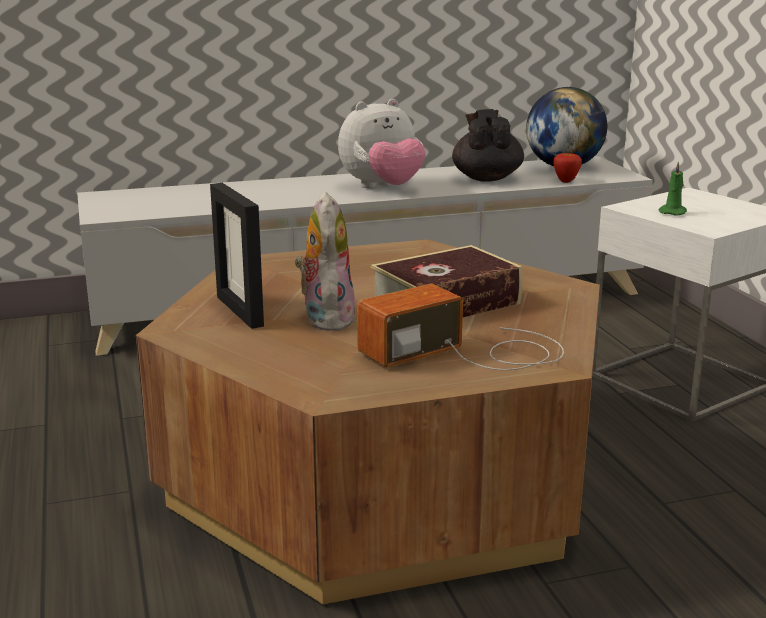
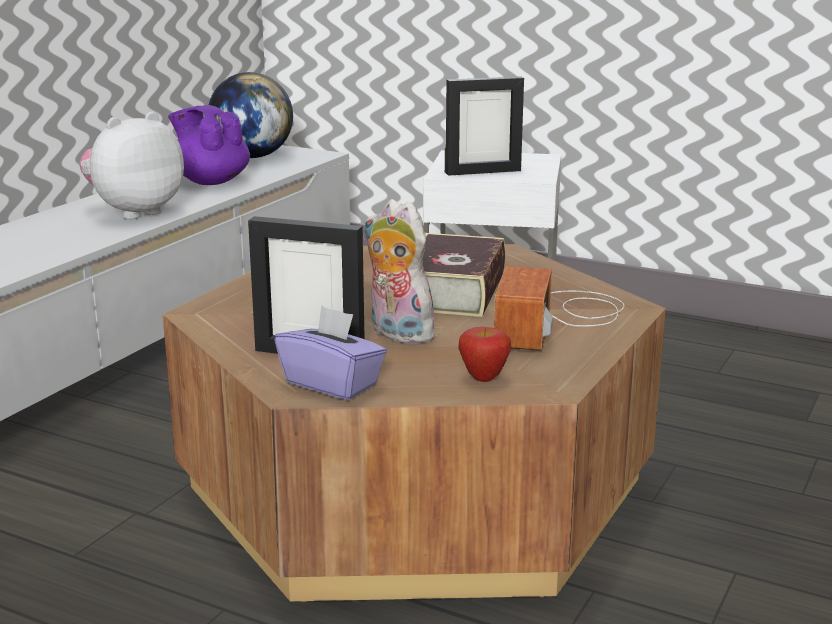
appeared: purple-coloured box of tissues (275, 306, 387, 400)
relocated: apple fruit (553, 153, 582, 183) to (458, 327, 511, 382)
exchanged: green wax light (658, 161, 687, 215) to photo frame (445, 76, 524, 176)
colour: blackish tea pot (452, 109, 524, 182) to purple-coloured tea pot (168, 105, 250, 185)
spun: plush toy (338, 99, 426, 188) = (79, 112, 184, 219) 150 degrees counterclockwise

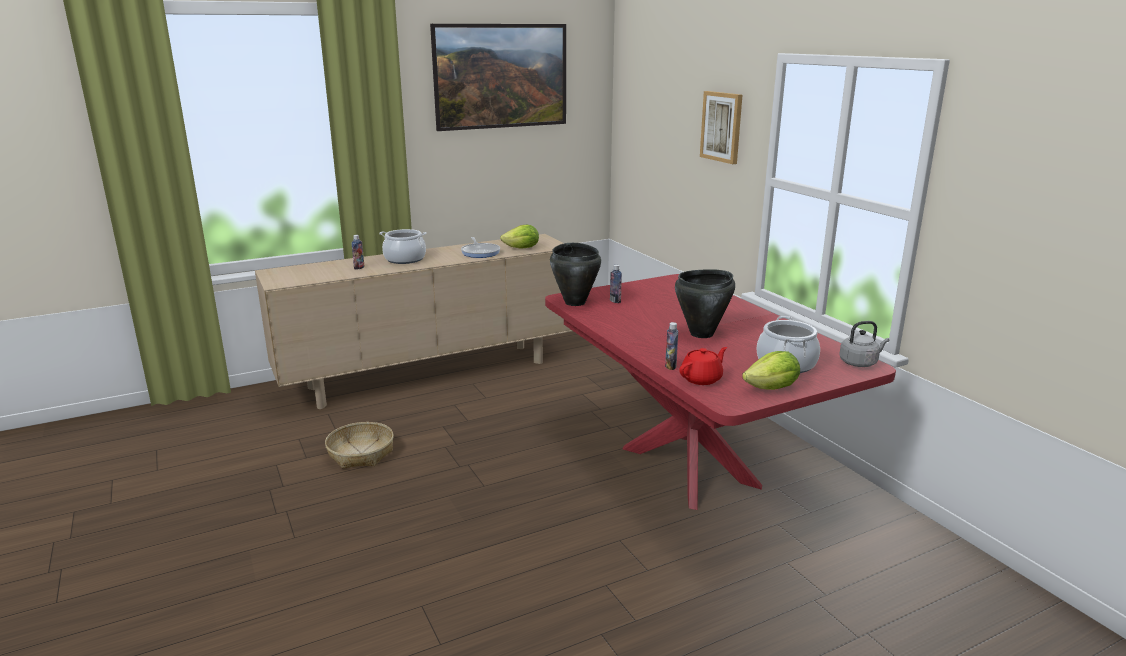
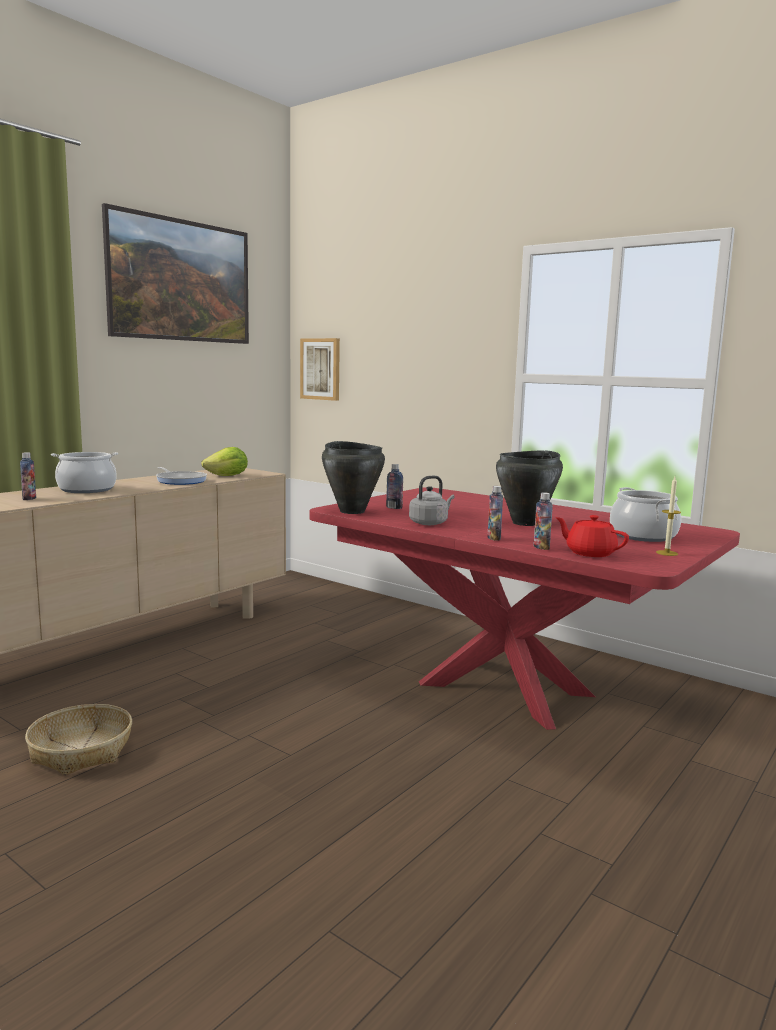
appeared: drink bottle (487, 486, 503, 540)
relocated: picture (700, 91, 742, 164) to (300, 338, 340, 401); greyish kettle (839, 321, 889, 367) to (409, 476, 455, 525)
exchanged: lettuce (742, 351, 800, 390) to wax light (656, 477, 681, 556)
spun: red-coloured tea pot (679, 347, 727, 385) = (555, 515, 629, 557) 75 degrees counterclockwise

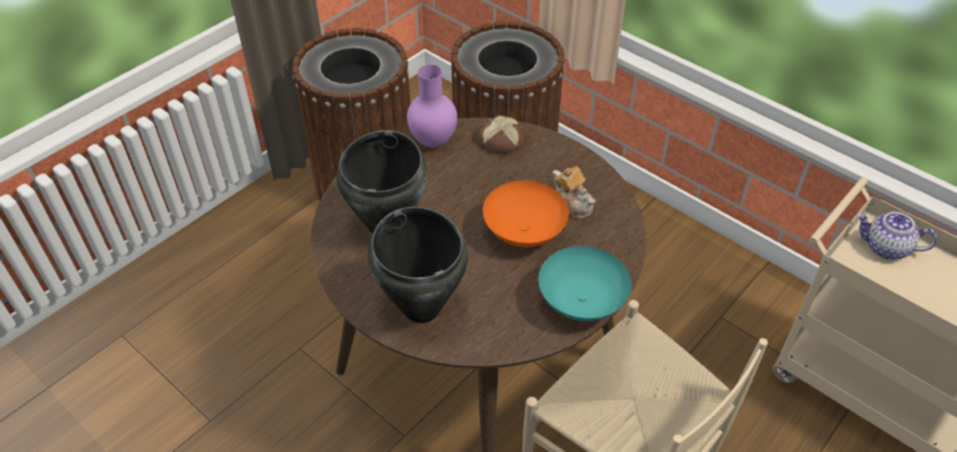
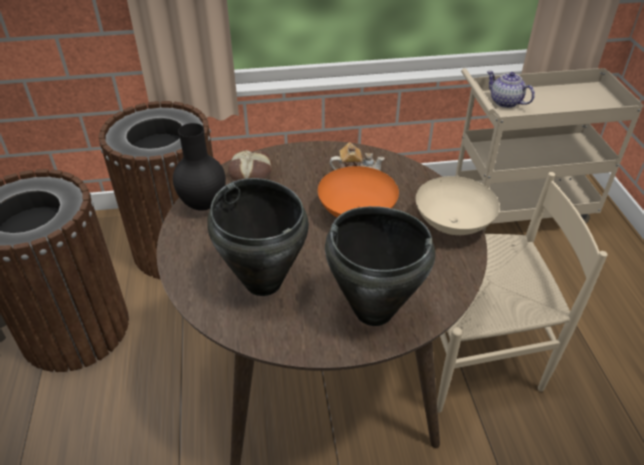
colour: purple-coloured decorative vase (407, 64, 457, 147) to blackish decorative vase (173, 123, 226, 211); blue-green deep dish (538, 246, 631, 321) to beige-coloured deep dish (416, 176, 500, 235)
spun: tea pot (856, 212, 937, 260) = (487, 71, 535, 108) 75 degrees clockwise

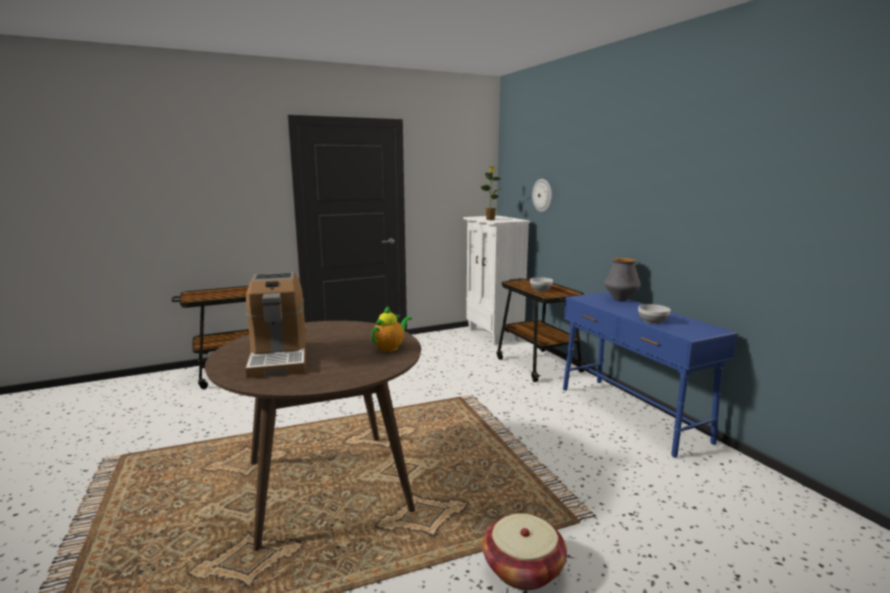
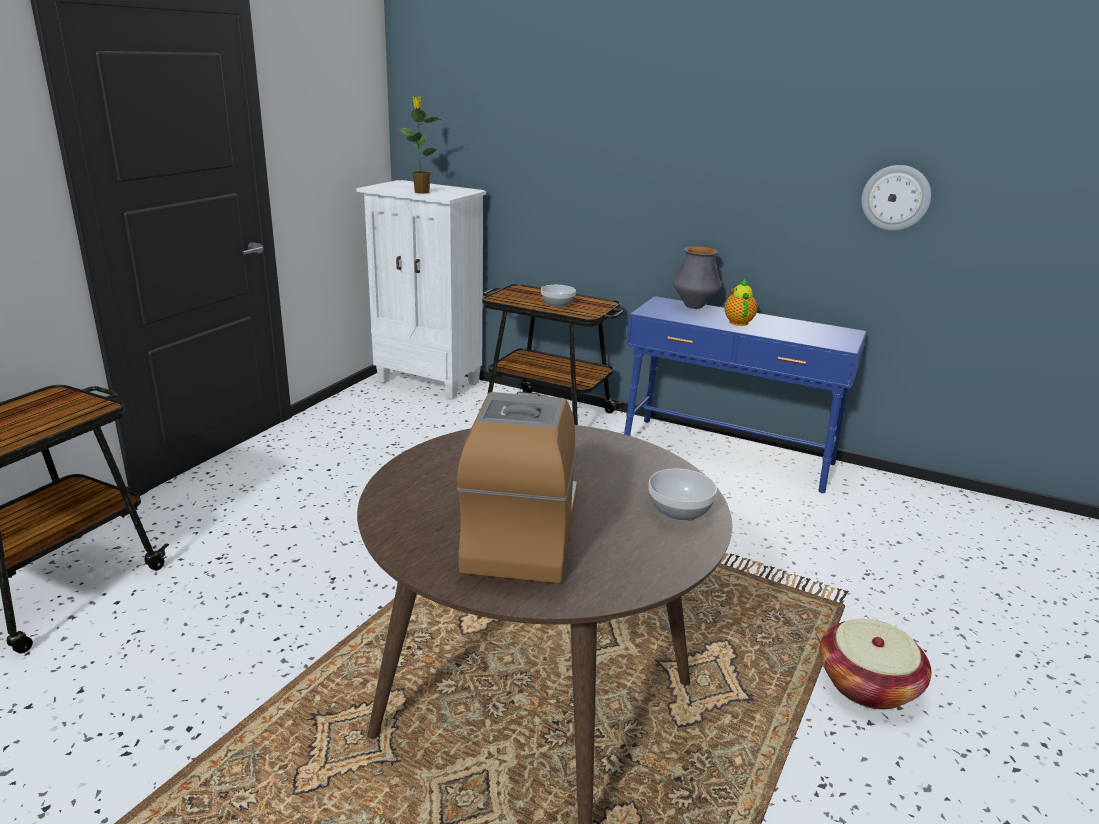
relocated: tea pot (371, 307, 412, 352) to (724, 278, 757, 326); clock on the wall (532, 179, 552, 212) to (861, 165, 931, 231); deep dish (638, 304, 671, 324) to (649, 469, 717, 522)
spun: coffee maker (245, 272, 306, 378) = (457, 392, 578, 584) 120 degrees counterclockwise

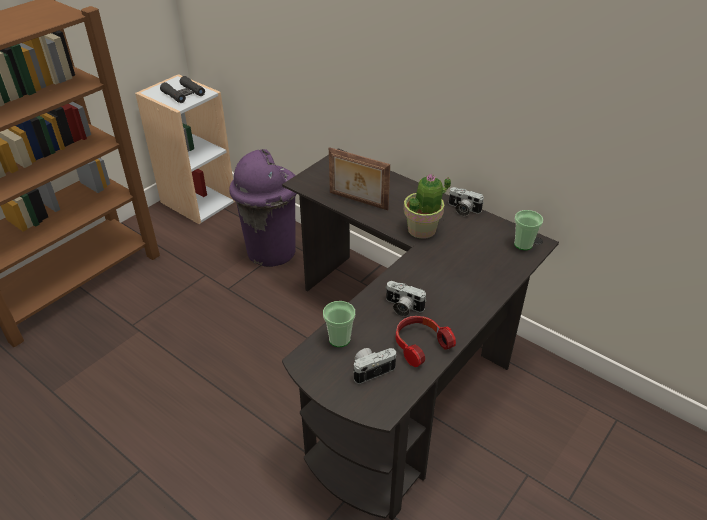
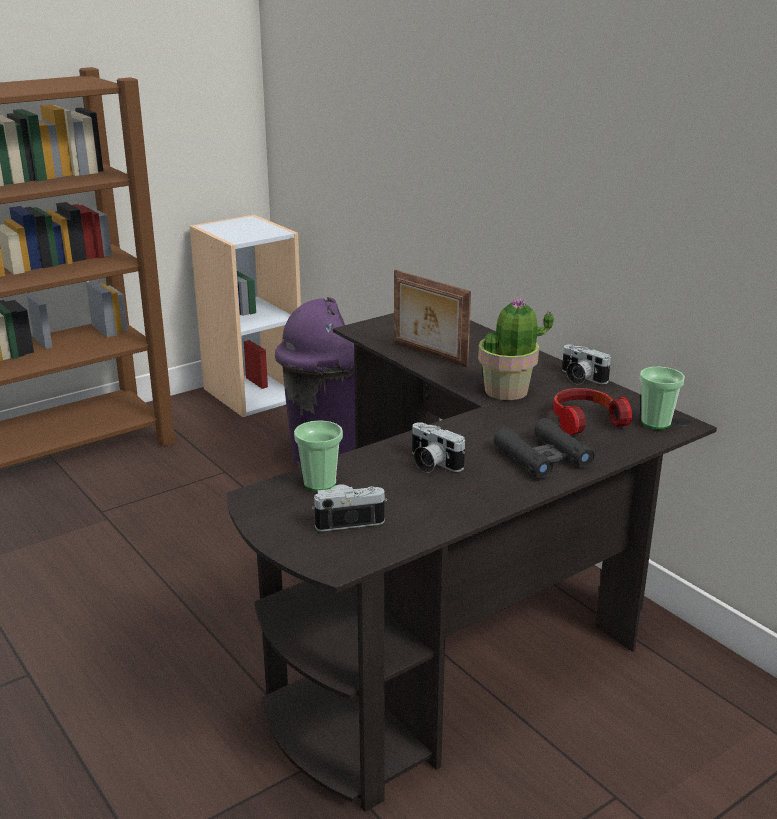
relocated: blackish binoculars (160, 76, 205, 103) to (494, 418, 595, 478); headset (396, 316, 456, 367) to (553, 388, 632, 435)

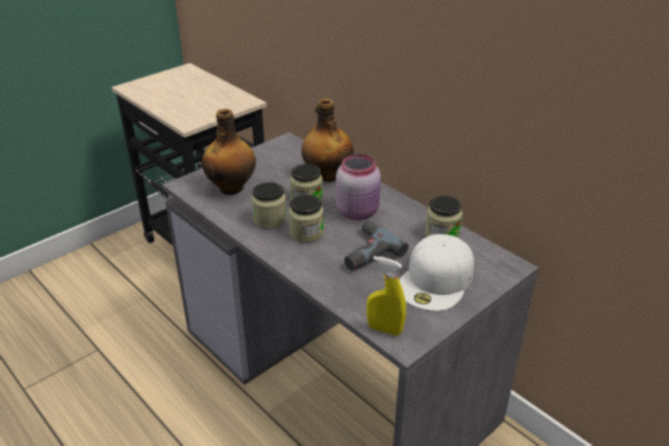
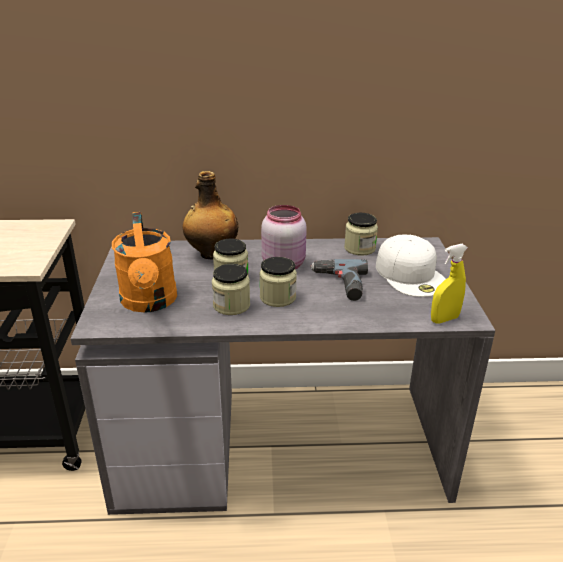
exchanged: drink bottle (202, 109, 256, 195) to orange sprinkling can (112, 212, 177, 313)

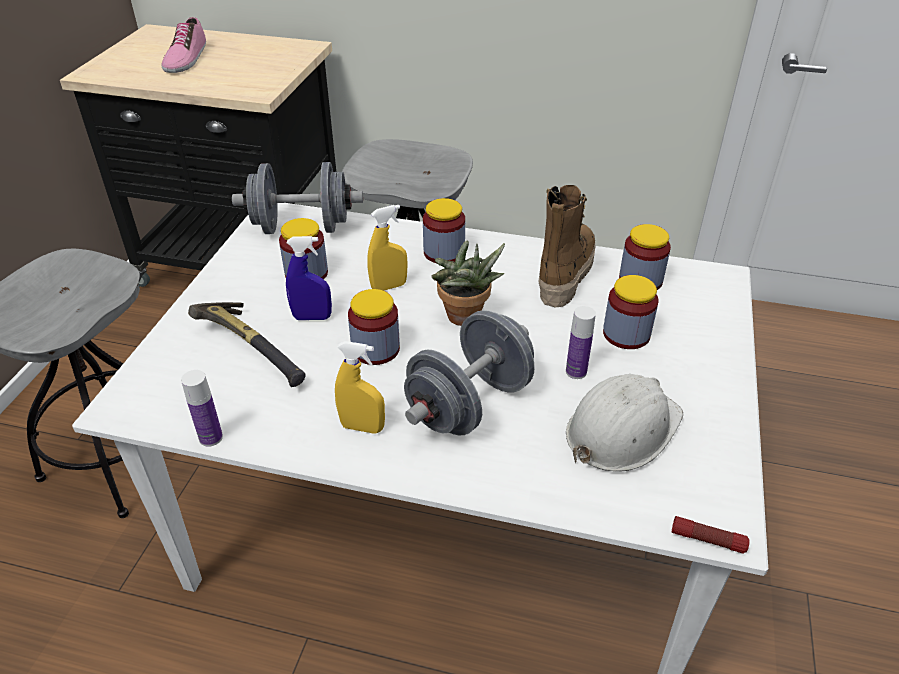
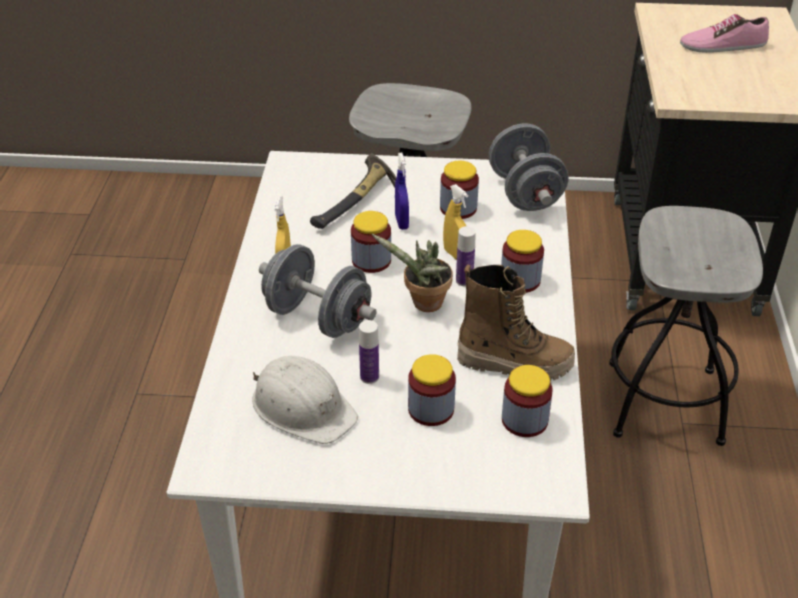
missing: hand torch (672, 516, 750, 554)
relocated: drink bottle (181, 370, 223, 447) to (456, 226, 476, 286)

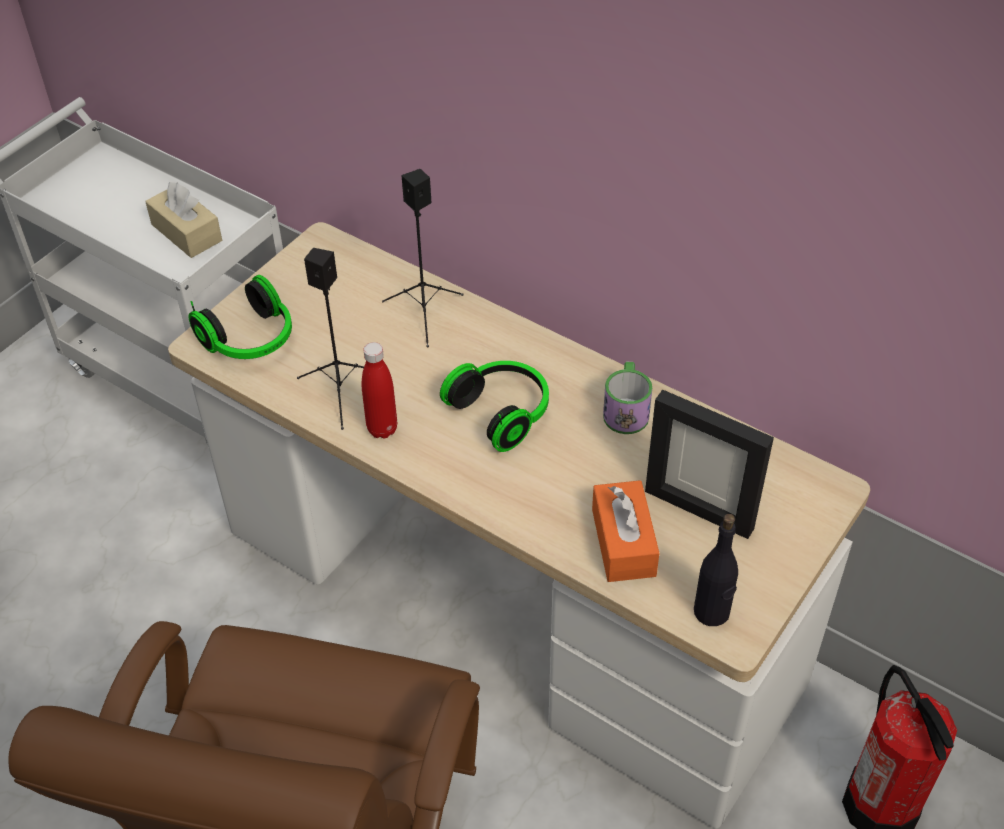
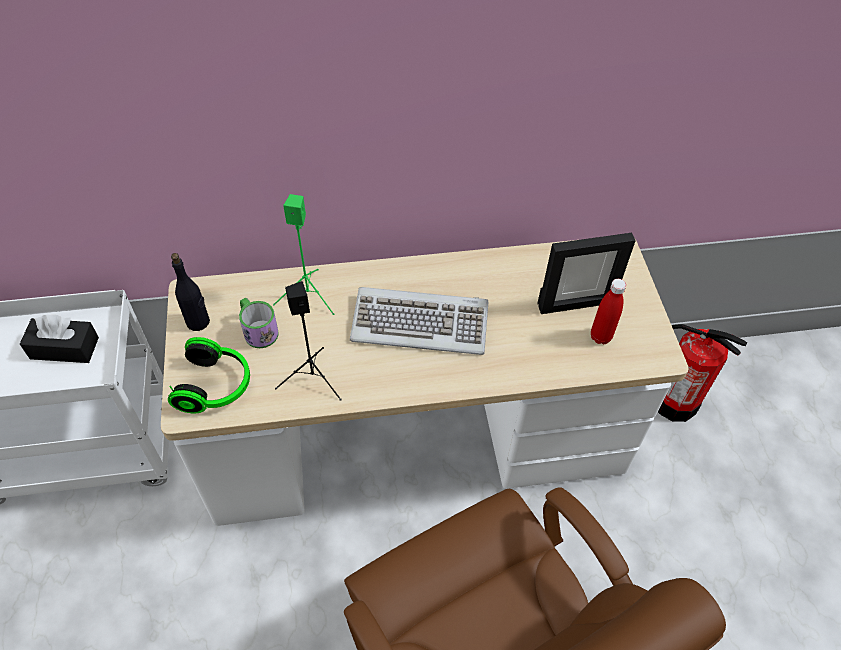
missing: orange box of tissues (592, 480, 659, 582)
relocated: red-coloured drink bottle (362, 342, 397, 439) to (591, 279, 626, 344); tea mug (603, 361, 652, 434) to (239, 297, 279, 348); blackish drink bottle (694, 514, 738, 626) to (171, 253, 210, 331)
exchanged: headset (440, 361, 549, 452) to PC keyboard (350, 287, 488, 355)
colour: beige-coloured box of tissues (145, 182, 222, 258) to blackish box of tissues (20, 315, 99, 363); blackish loudspeaker (382, 169, 464, 348) to green loudspeaker (273, 194, 334, 315)

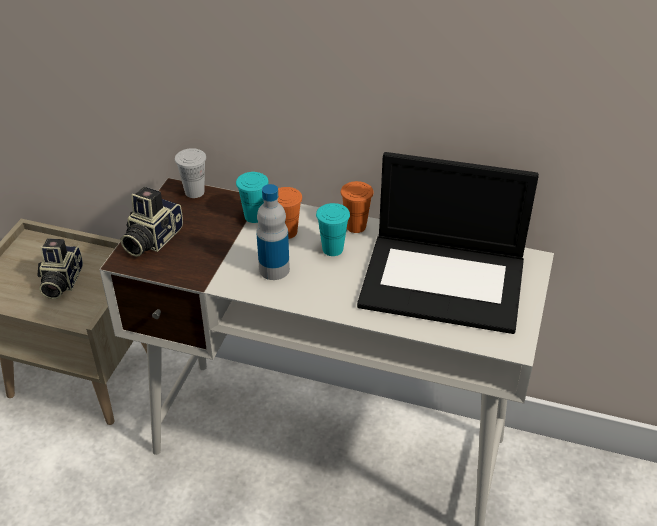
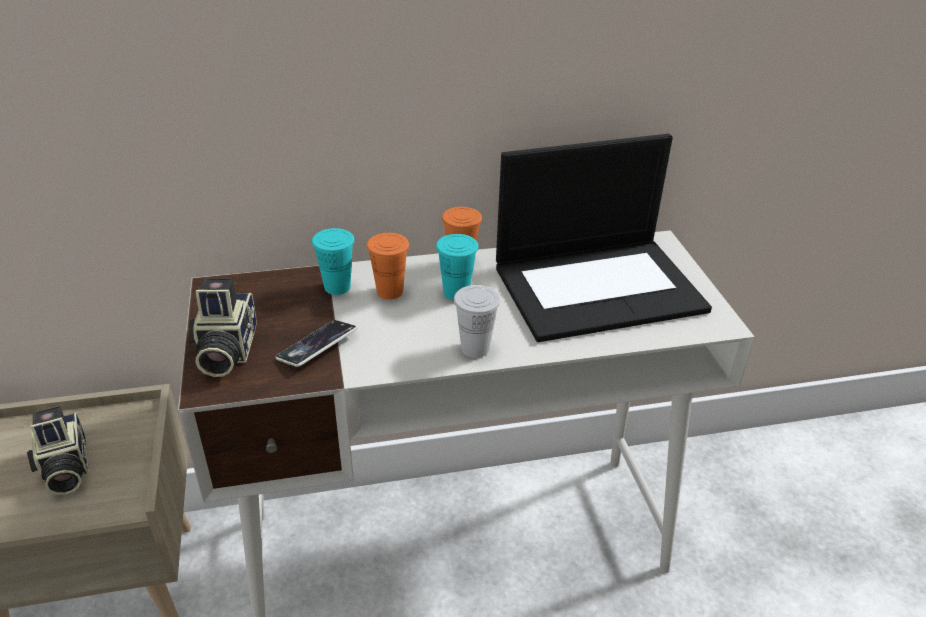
missing: drink bottle (256, 184, 290, 280)
appeared: telephone (275, 320, 357, 367)
relocated: white small cup (175, 148, 206, 198) to (454, 285, 500, 358)

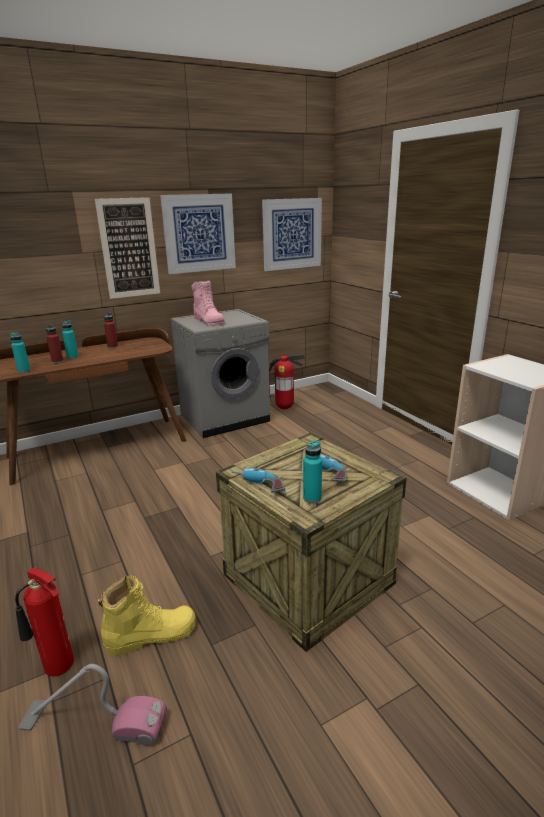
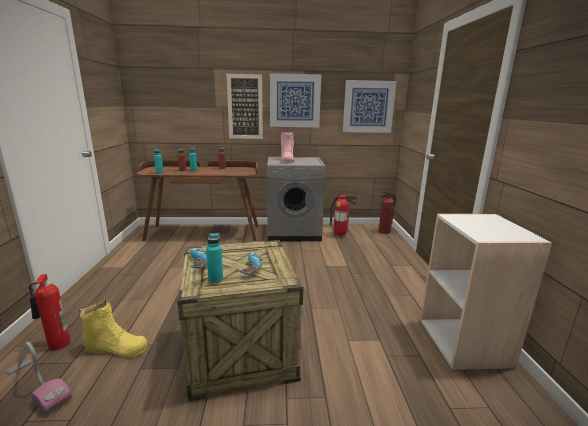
appeared: fire extinguisher (379, 192, 396, 234)

